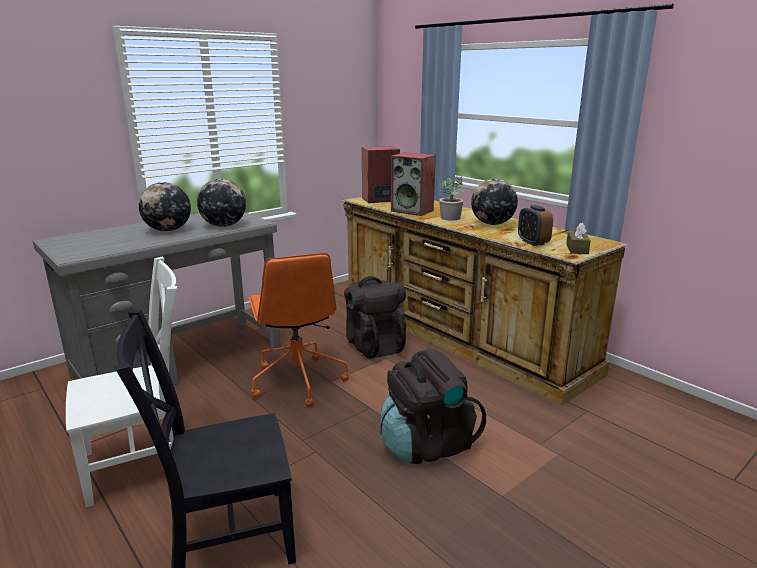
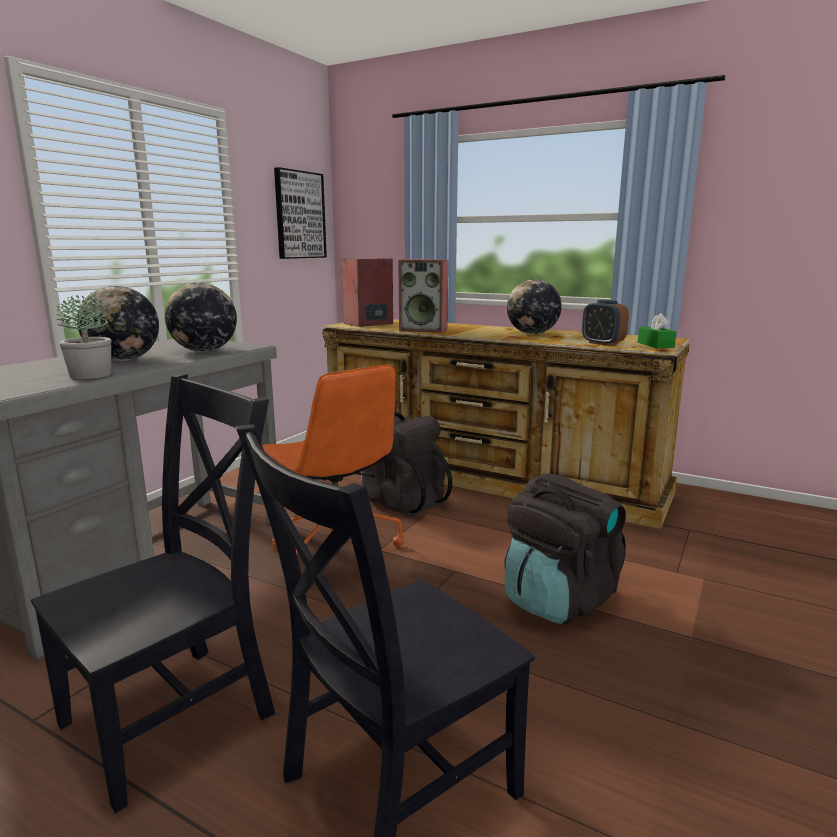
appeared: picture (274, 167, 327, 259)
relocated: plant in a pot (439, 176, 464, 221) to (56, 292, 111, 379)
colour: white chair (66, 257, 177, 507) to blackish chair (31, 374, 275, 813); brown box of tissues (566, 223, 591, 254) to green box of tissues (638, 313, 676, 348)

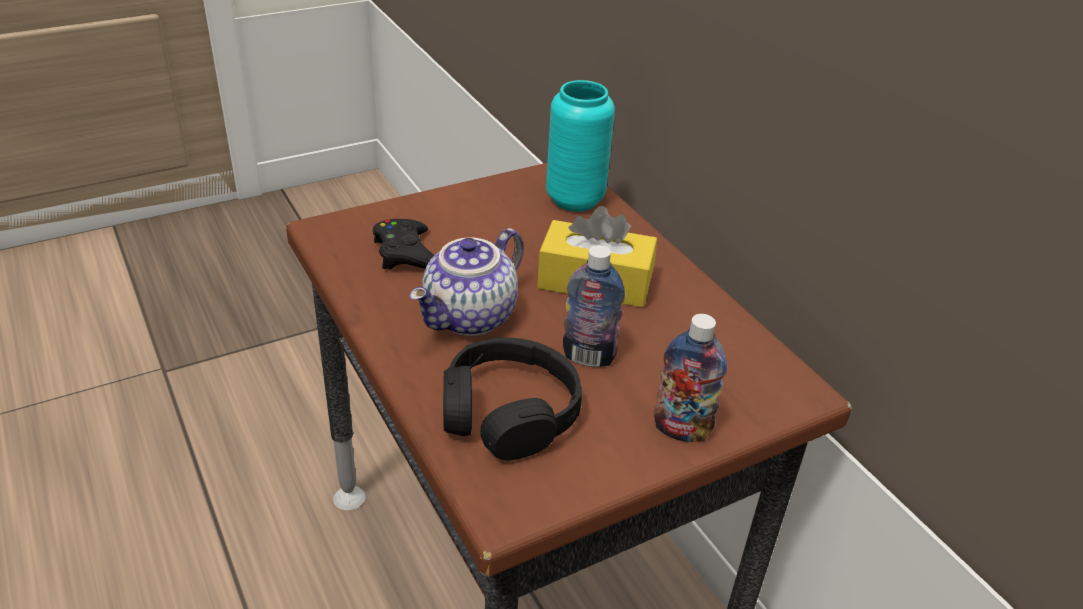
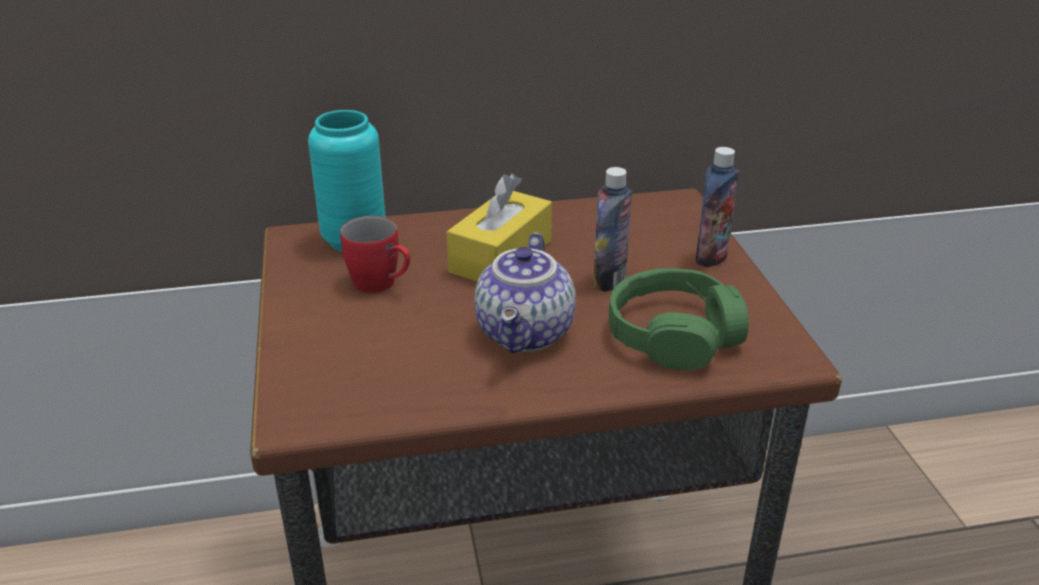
missing: blackish gamepad (373, 219, 434, 270)
appeared: red-coloured tea mug (340, 216, 410, 293)
colour: blackish headset (443, 338, 582, 460) to green headset (609, 268, 749, 370)
spun: tea pot (410, 228, 524, 336) = (474, 232, 576, 353) 45 degrees clockwise

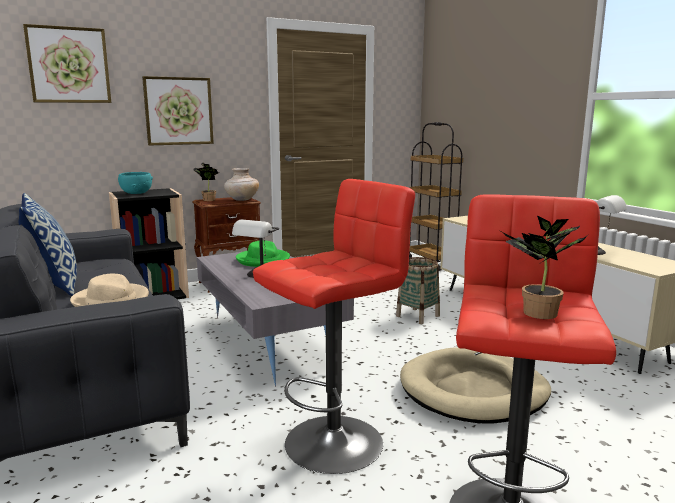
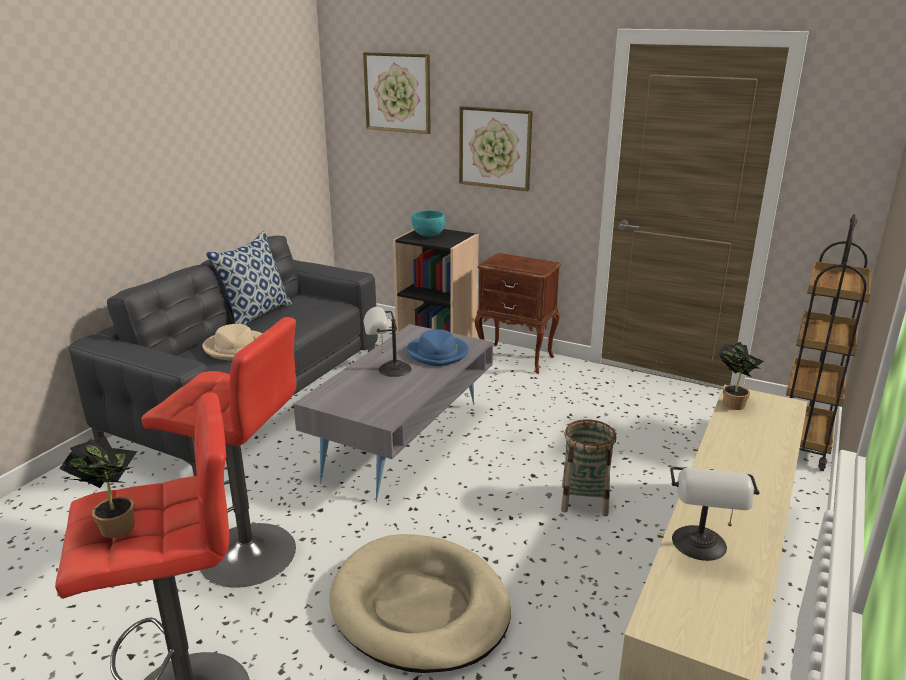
missing: beige-coloured decorative vase (224, 168, 259, 201)
relocated: plant in a pot (194, 163, 219, 201) to (717, 342, 764, 410)
colour: green clothing hat (236, 240, 290, 267) to blue clothing hat (407, 329, 469, 366)

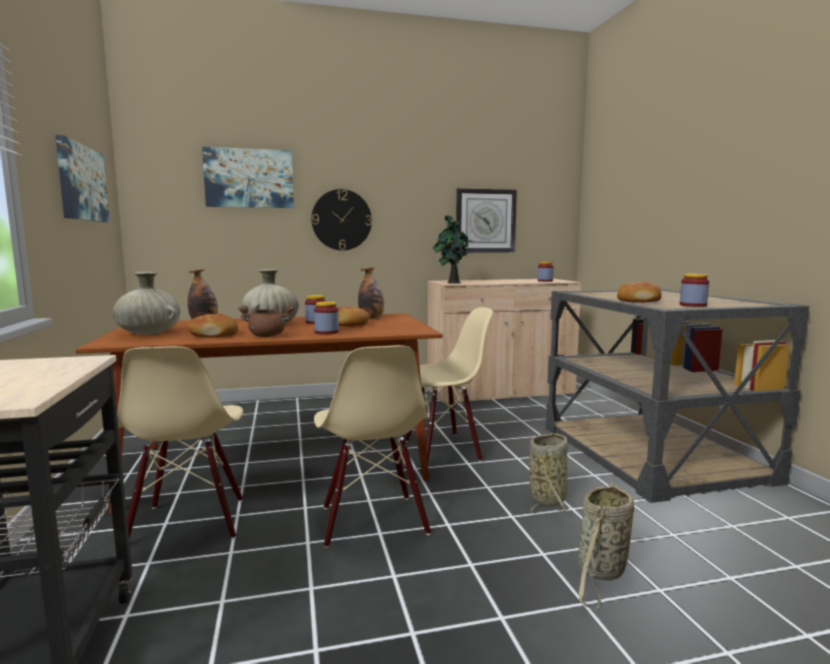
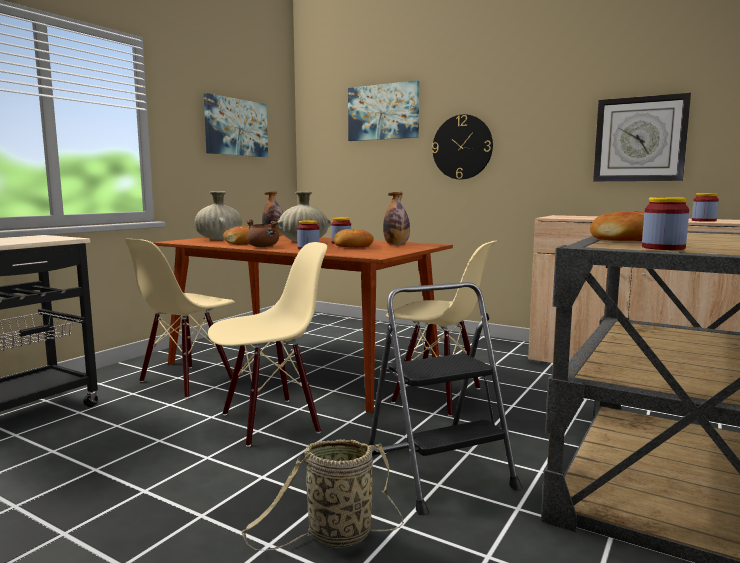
missing: plant in a pot (433, 215, 474, 284)
exchanged: storage basket (529, 433, 568, 514) to blackish step stool (368, 282, 523, 515)
spun: beige-coloured chair (314, 345, 431, 548) = (208, 242, 327, 447) 150 degrees counterclockwise

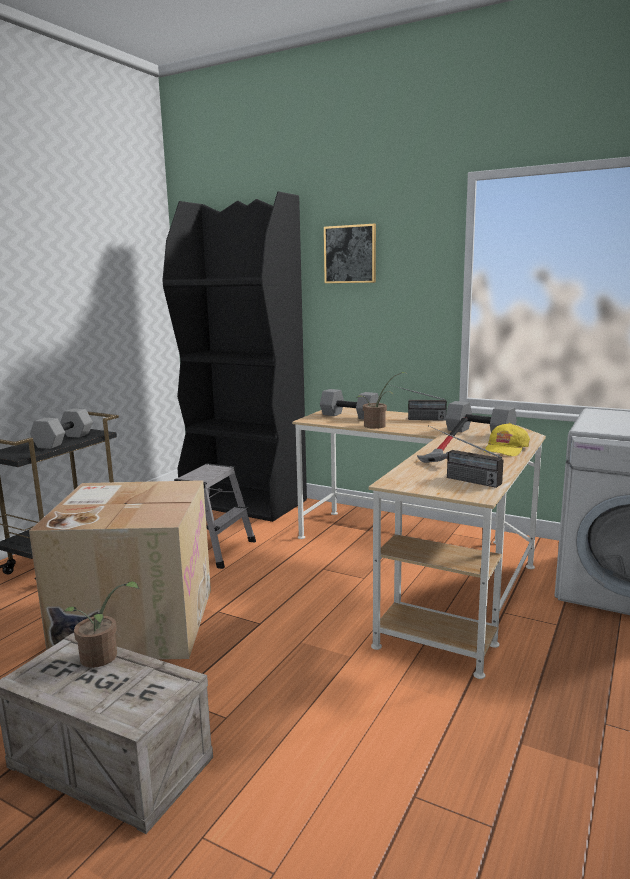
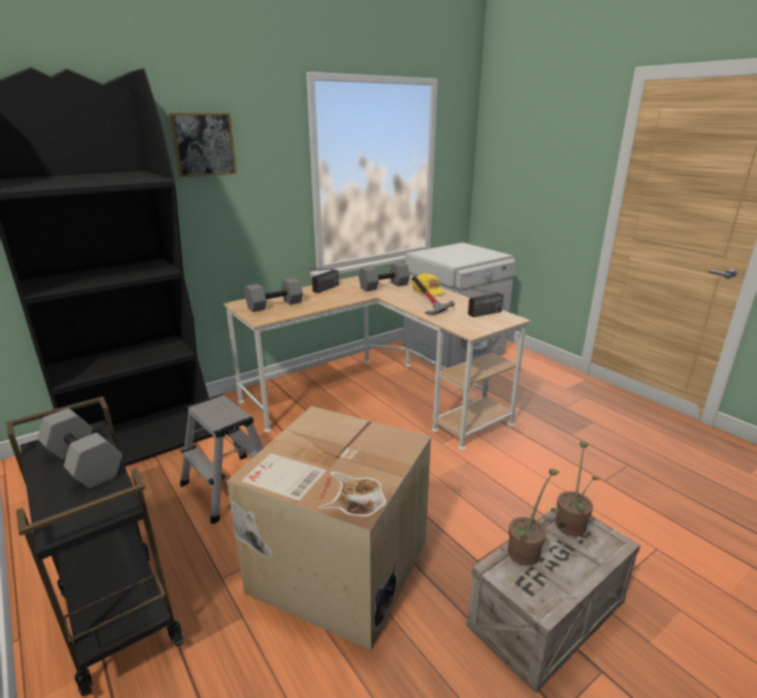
relocated: plant in a pot (357, 372, 405, 429) to (555, 442, 601, 536)

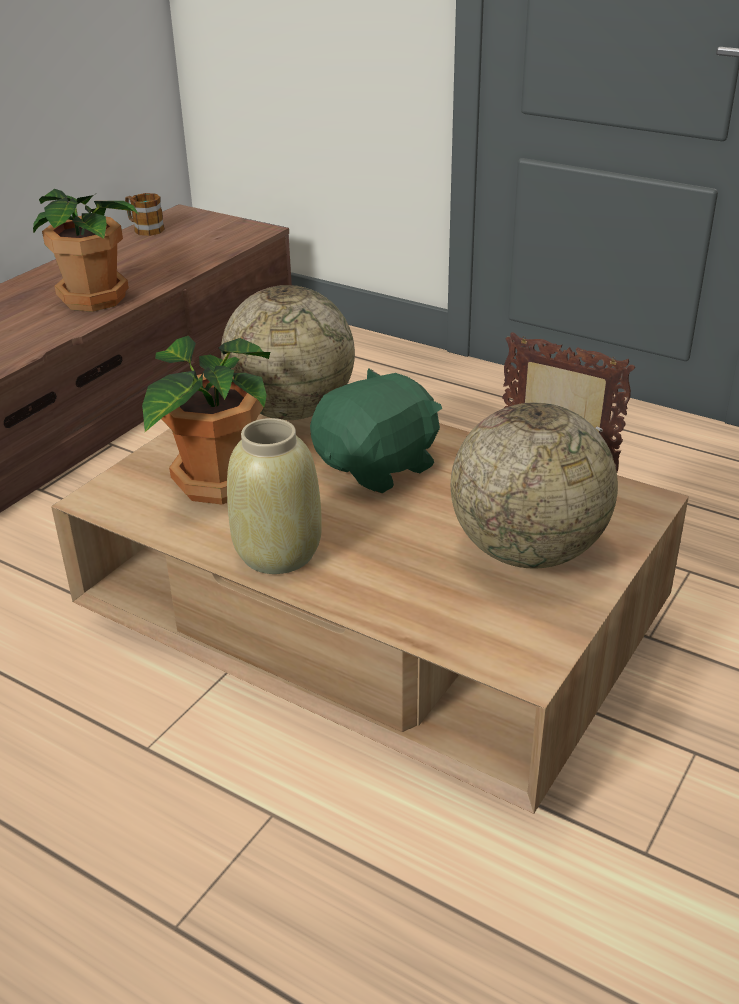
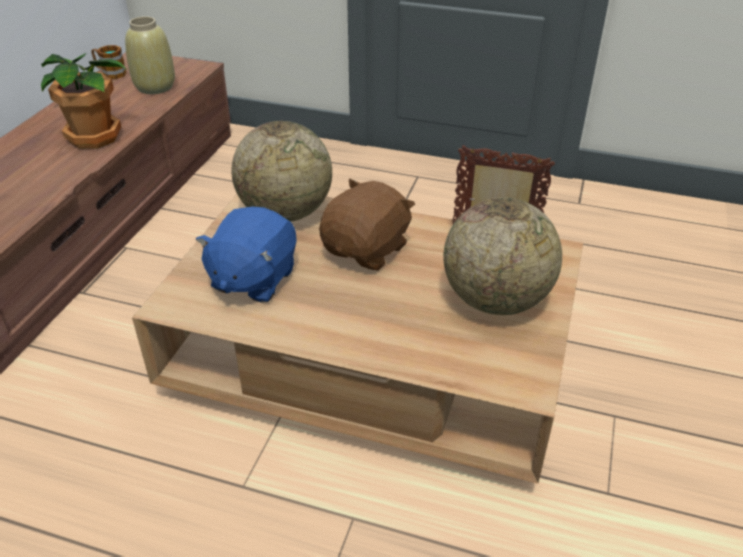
relocated: beige-coloured decorative vase (227, 418, 322, 574) to (125, 16, 175, 94)
exchanged: plant in a pot (142, 336, 270, 504) to blue plush toy (196, 207, 297, 303)
colour: green plush toy (310, 368, 442, 493) to brown plush toy (319, 179, 415, 271)

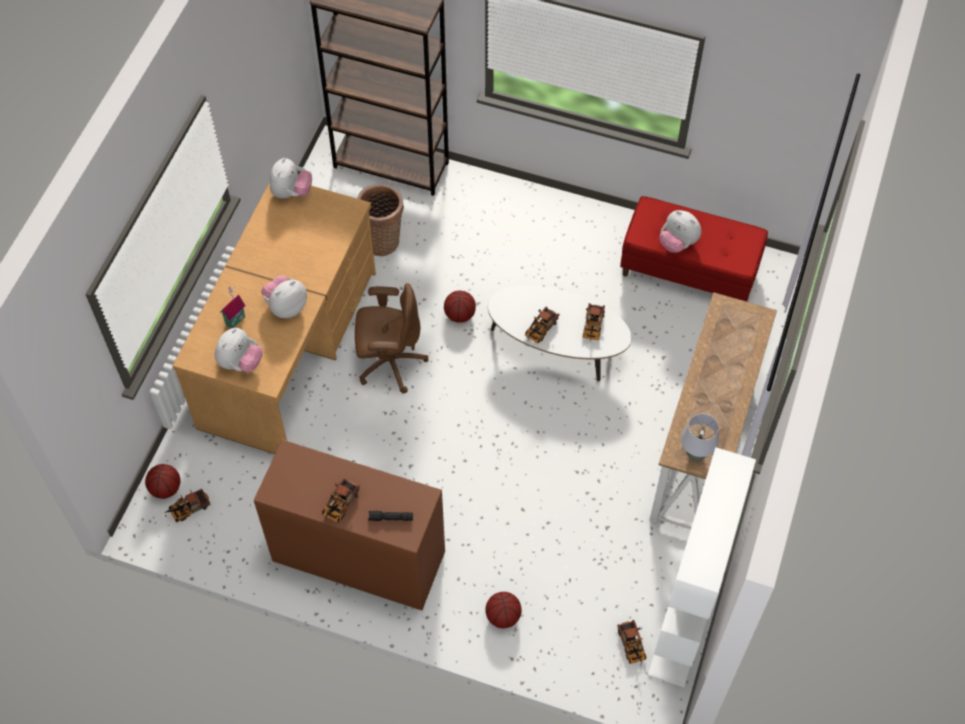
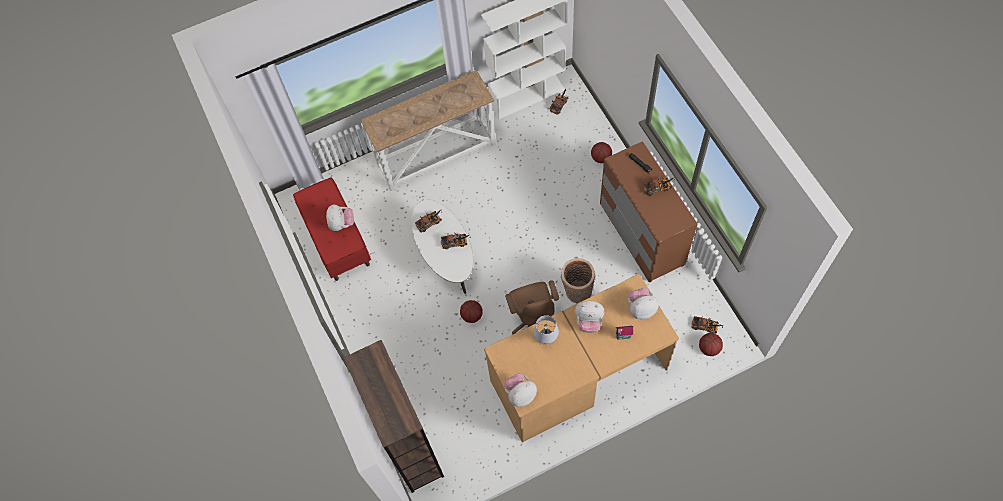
relocated: storage basket (357, 184, 404, 256) to (561, 258, 595, 303); greyish tabletop lamp (681, 414, 719, 462) to (533, 315, 559, 344)
spun: brown office chair (355, 283, 428, 393) = (505, 281, 559, 335) 150 degrees counterclockwise

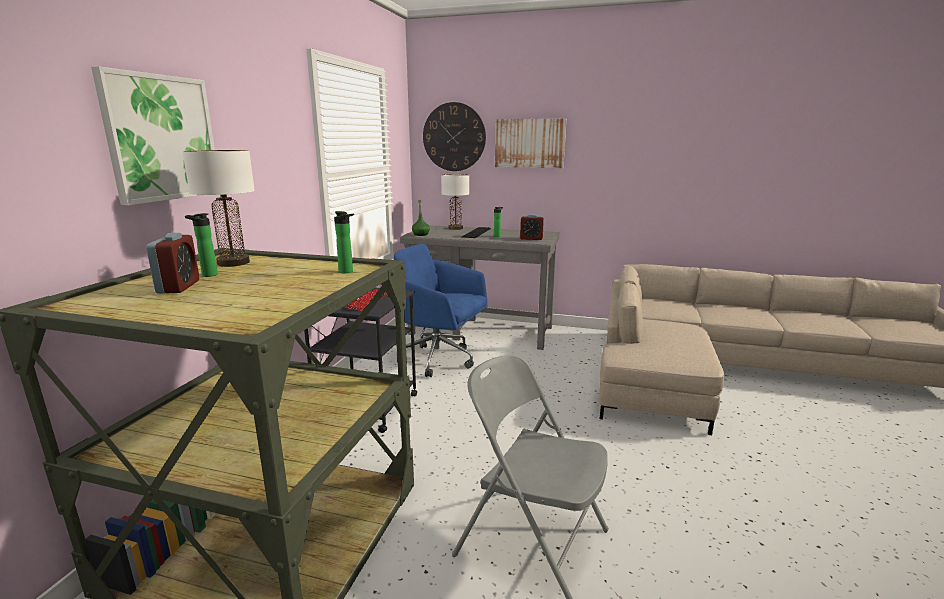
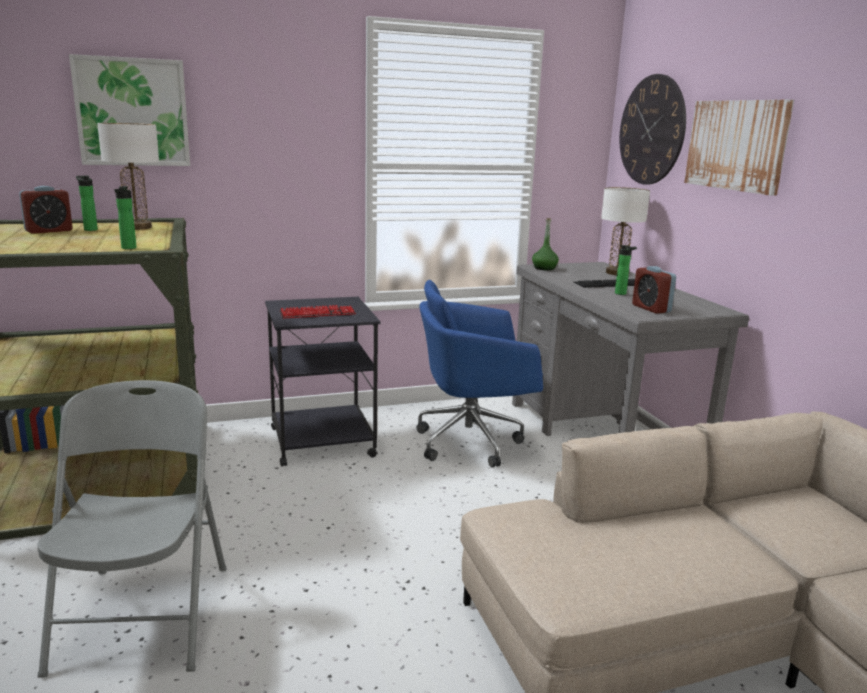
spun: blue office chair (394, 244, 488, 377) = (416, 280, 543, 468) 90 degrees counterclockwise

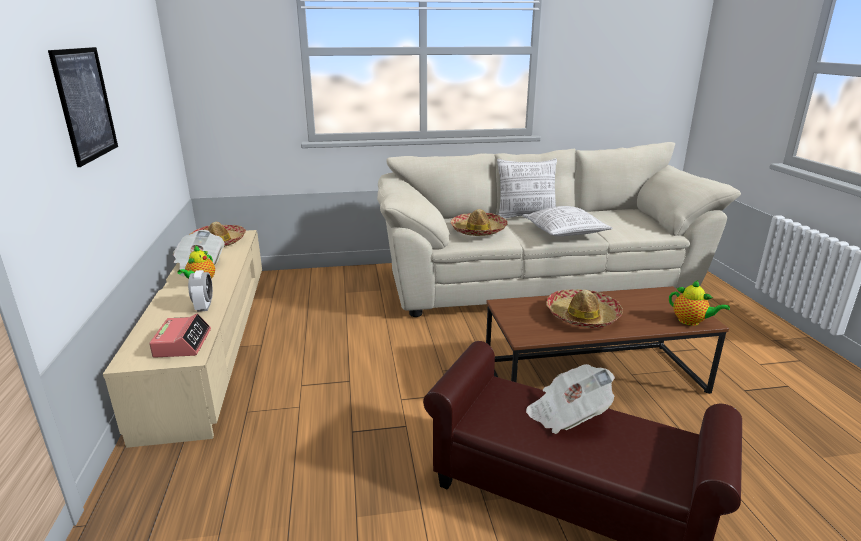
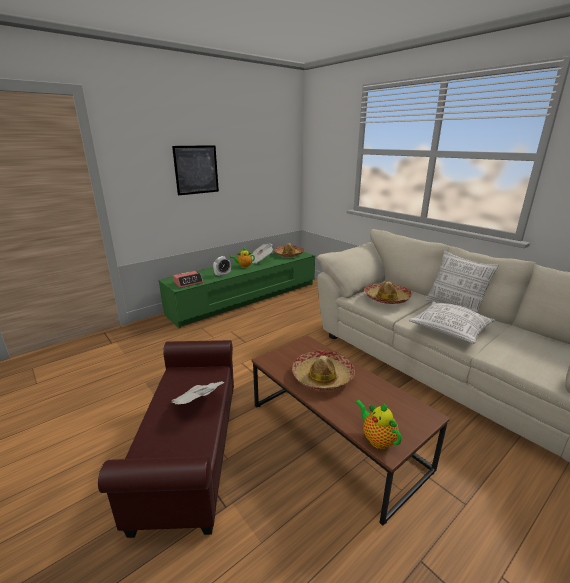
colour: beige-coloured tv unit (103, 230, 262, 448) to green tv unit (158, 252, 315, 328)
spun: tea pot (669, 280, 730, 326) = (355, 400, 402, 449) 135 degrees clockwise

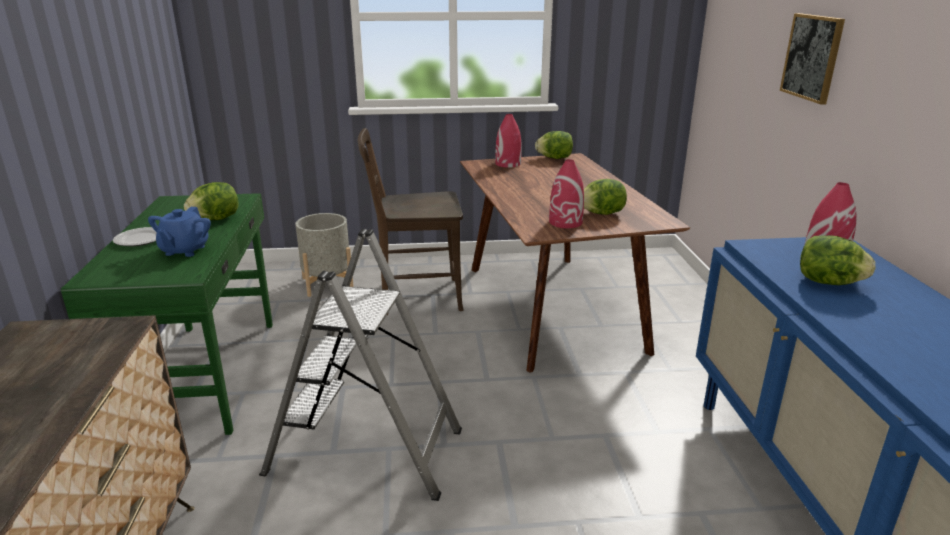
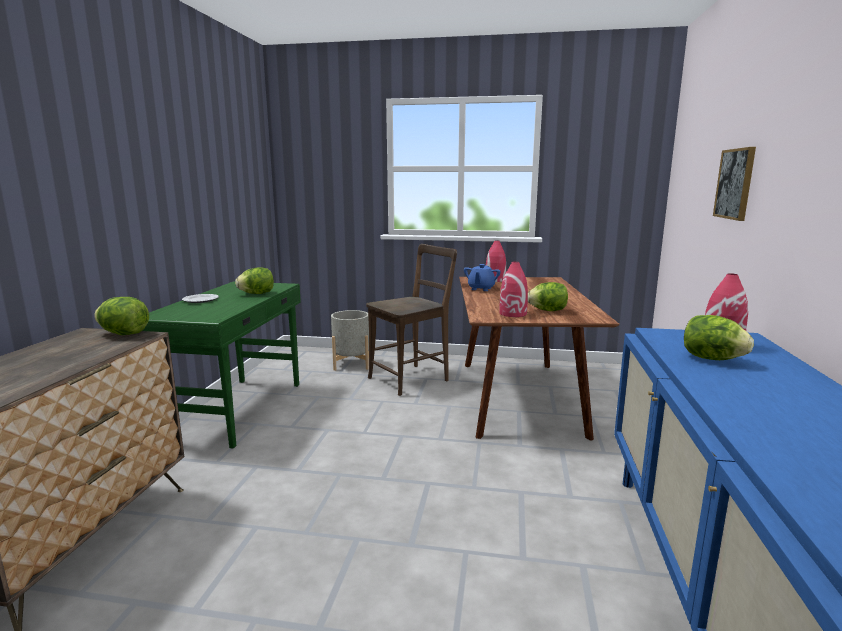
missing: greyish step stool (259, 229, 462, 501)
relocated: blue tea pot (148, 207, 211, 257) to (464, 264, 501, 291); lettuce (535, 131, 573, 159) to (94, 297, 149, 335)
spun: brown chair (358, 128, 464, 315) = (366, 244, 457, 396) 135 degrees clockwise

